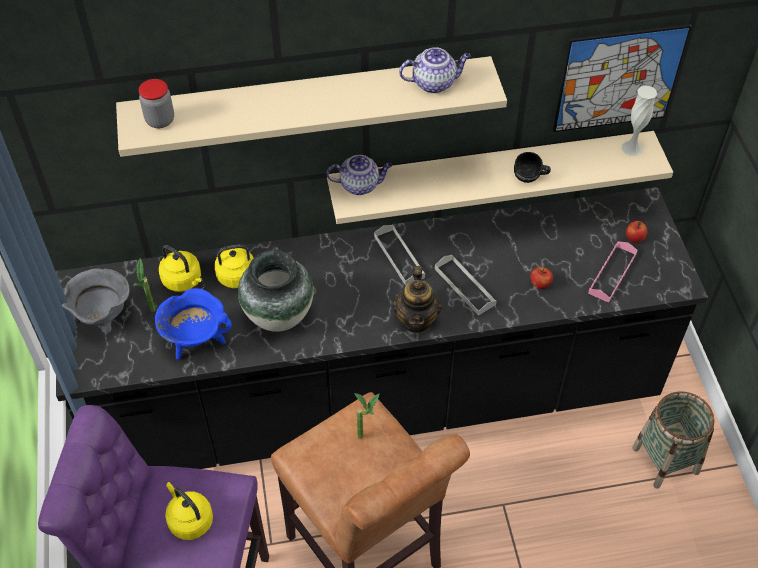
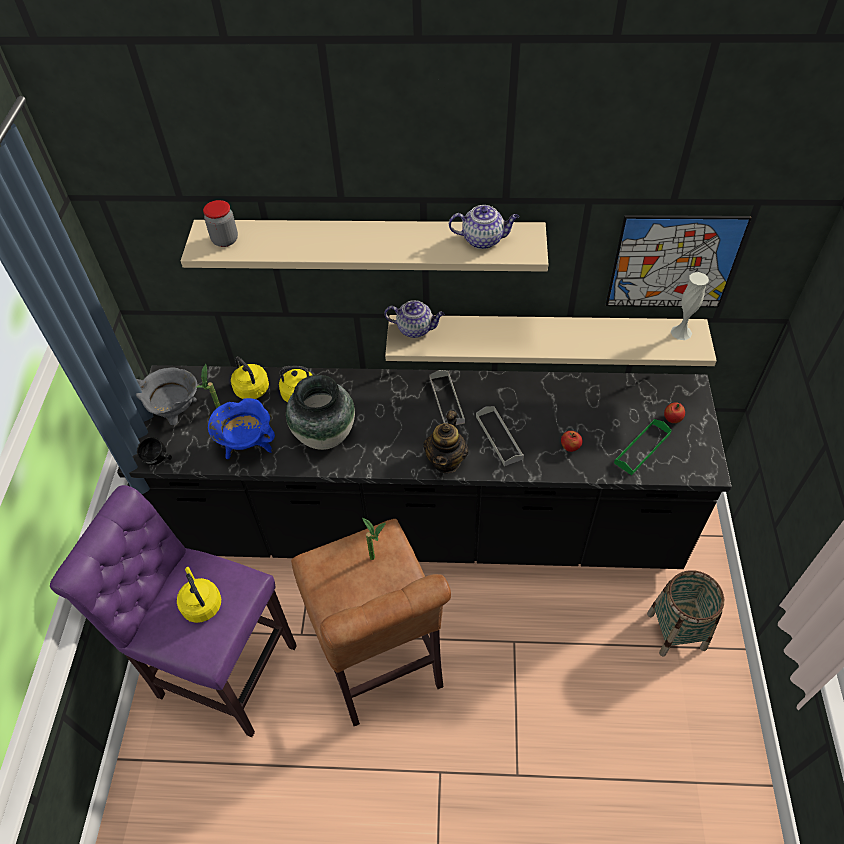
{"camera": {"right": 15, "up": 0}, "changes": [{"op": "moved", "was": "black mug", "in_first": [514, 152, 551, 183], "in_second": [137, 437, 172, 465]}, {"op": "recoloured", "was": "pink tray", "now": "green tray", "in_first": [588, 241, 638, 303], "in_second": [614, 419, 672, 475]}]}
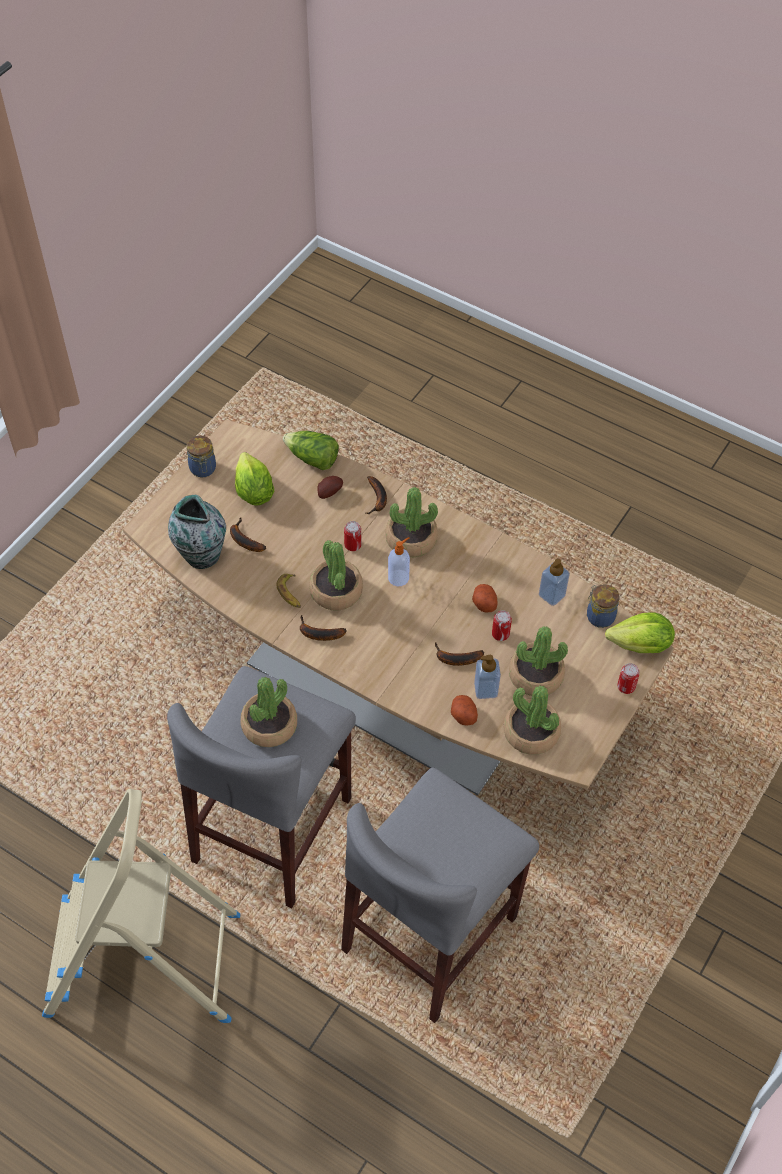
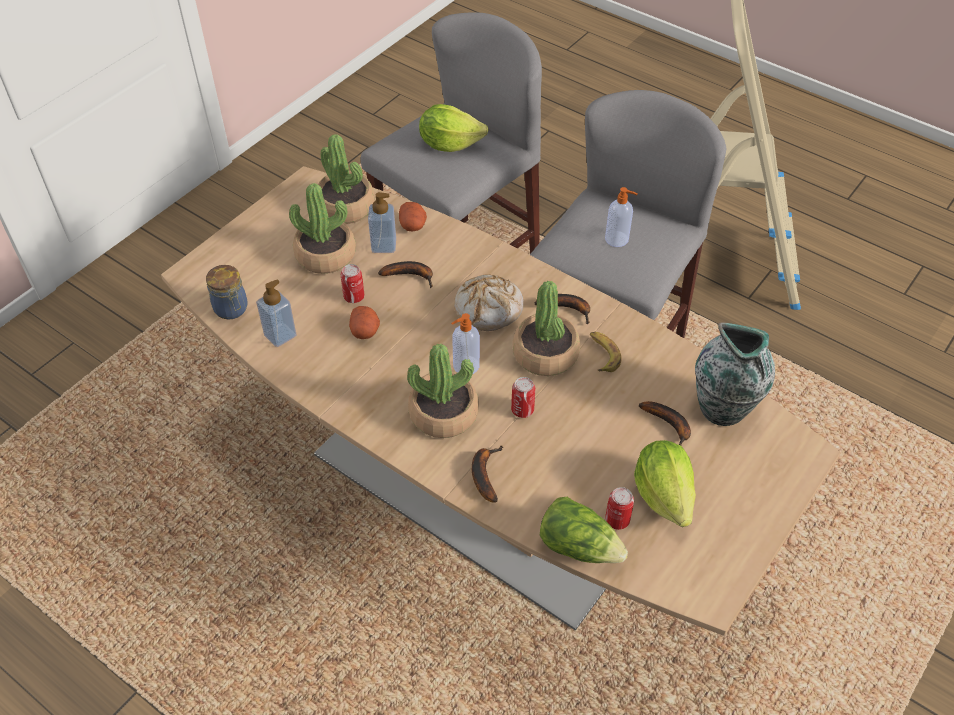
{"camera": {"right": -175, "up": -5}, "changes": [{"op": "moved", "was": "lettuce", "in_first": [605, 612, 675, 653], "in_second": [419, 104, 488, 152]}, {"op": "added", "now": "bread", "in_second": [454, 274, 524, 331]}, {"op": "replaced", "was": "potted plant", "now": "soap dispenser", "in_first": [241, 677, 297, 747], "in_second": [605, 187, 638, 247]}, {"op": "moved", "was": "can", "in_first": [617, 663, 640, 694], "in_second": [605, 487, 634, 530]}, {"op": "removed", "was": "jar", "in_first": [187, 436, 216, 477]}, {"op": "removed", "was": "potato", "in_first": [317, 476, 343, 499]}]}
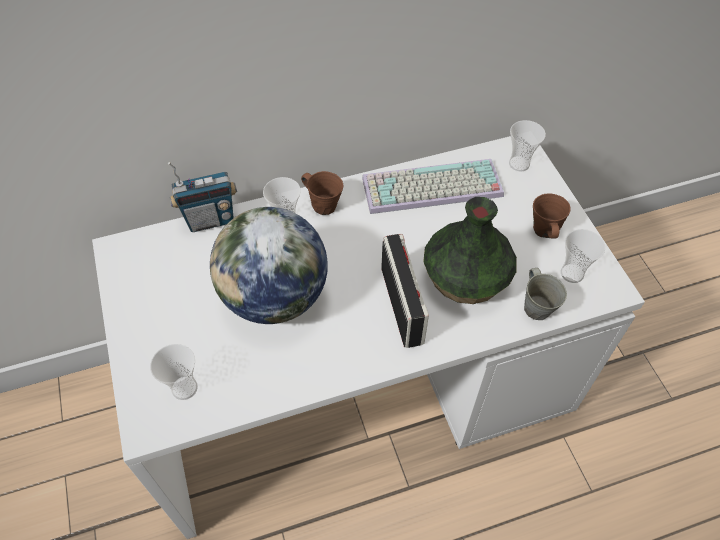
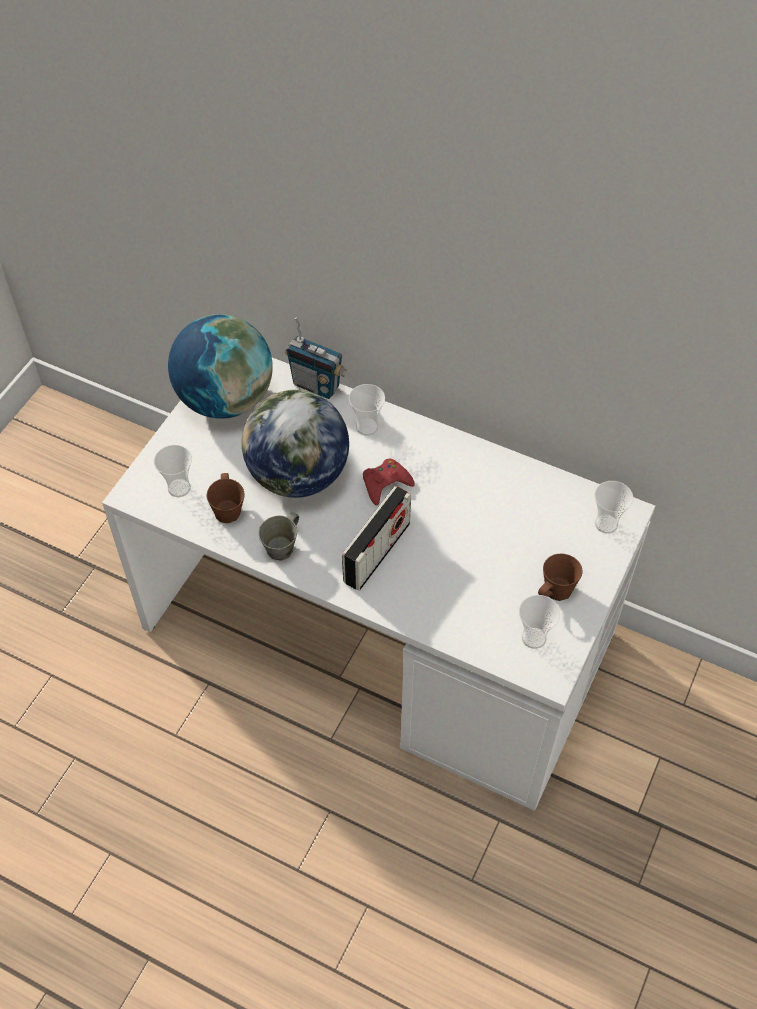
{"camera": {"right": 45, "up": 0}, "changes": [{"op": "added", "now": "globe", "in_second": [168, 314, 273, 419]}, {"op": "moved", "was": "brown mug", "in_first": [301, 171, 343, 215], "in_second": [207, 473, 244, 523]}, {"op": "moved", "was": "grey mug", "in_first": [524, 268, 567, 320], "in_second": [259, 512, 299, 561]}, {"op": "added", "now": "red game controller", "in_second": [363, 459, 415, 505]}, {"op": "removed", "was": "keyboard", "in_first": [362, 159, 504, 214]}, {"op": "removed", "was": "vase", "in_first": [423, 197, 517, 304]}]}
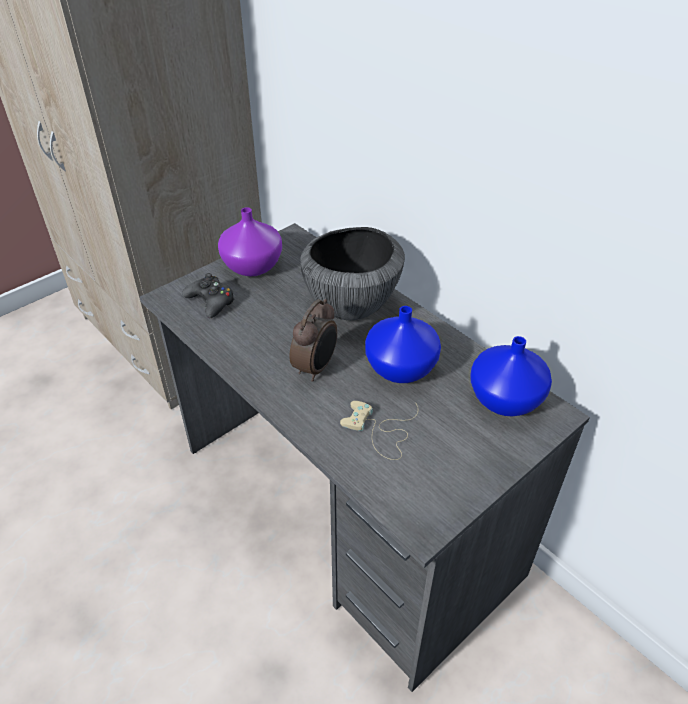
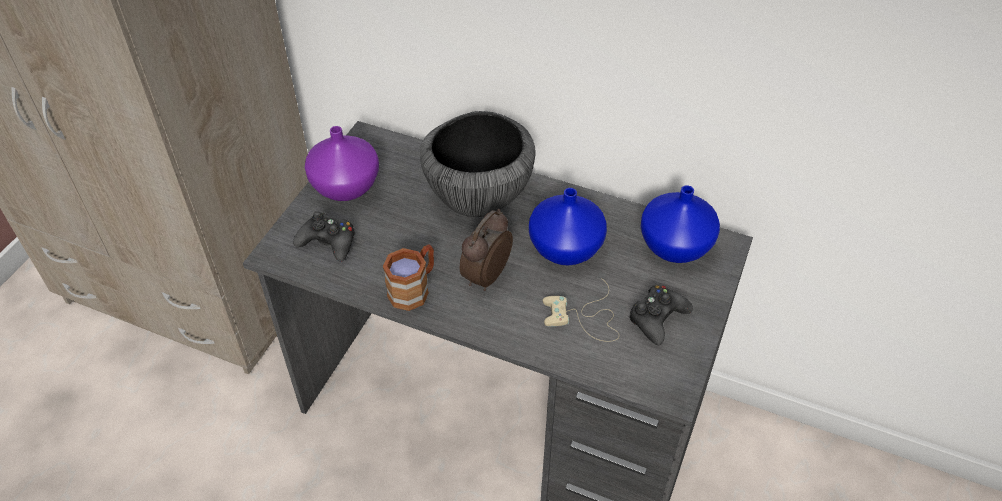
{"camera": {"right": -25, "up": 5}, "changes": [{"op": "added", "now": "brown mug", "in_second": [383, 244, 434, 311]}, {"op": "turned", "was": "alarm clock", "in_first": [289, 299, 337, 382], "in_second": [460, 209, 513, 291], "clockwise": -150}, {"op": "added", "now": "black game controller", "in_second": [629, 285, 693, 345]}]}
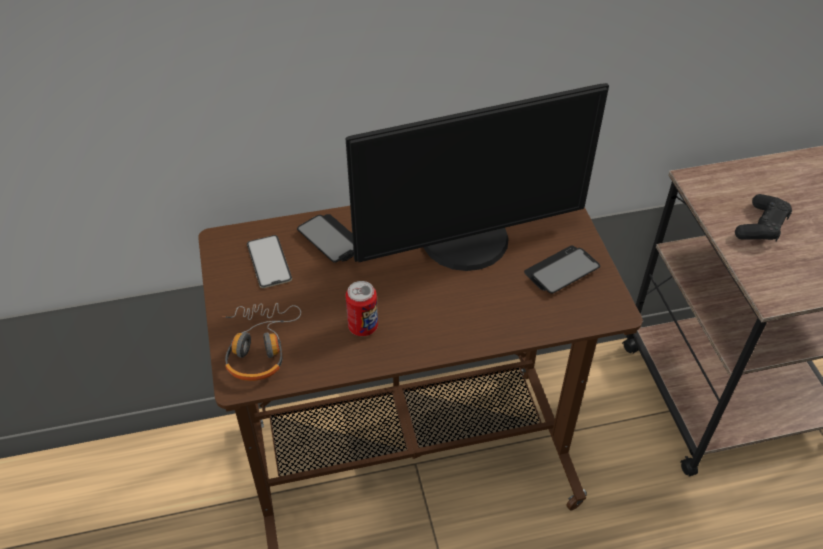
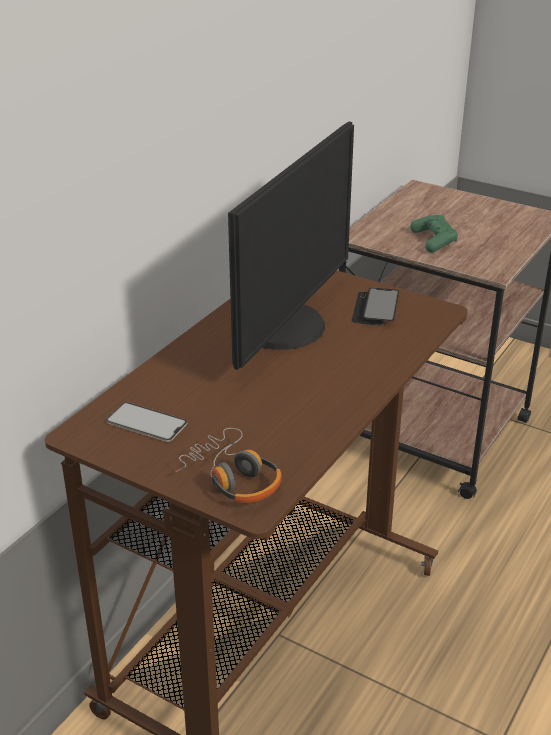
{"camera": {"right": -45, "up": -15}, "changes": [{"op": "recoloured", "was": "black game controller", "now": "green game controller", "in_first": [735, 194, 792, 242], "in_second": [410, 215, 458, 253]}, {"op": "removed", "was": "phone", "in_first": [297, 214, 354, 263]}, {"op": "removed", "was": "can", "in_first": [346, 281, 378, 336]}]}
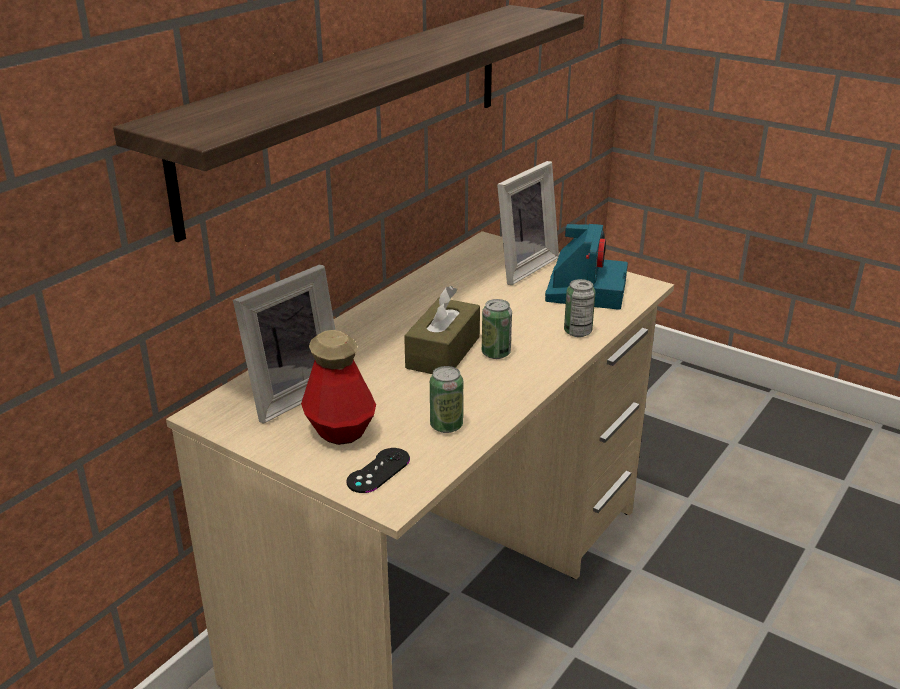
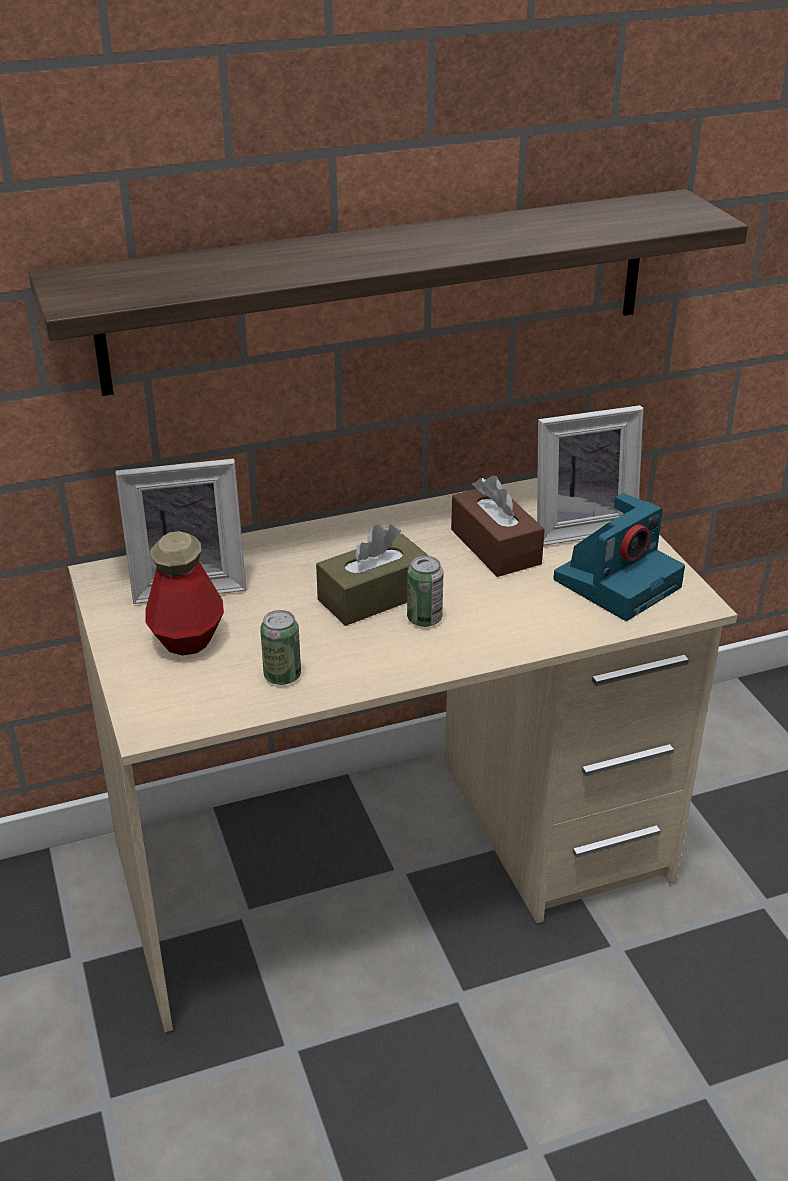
{"camera": {"right": 35, "up": 5}, "changes": [{"op": "added", "now": "brown tissue box", "in_second": [451, 475, 545, 577]}, {"op": "removed", "was": "black game controller", "in_first": [347, 448, 410, 493]}, {"op": "removed", "was": "can", "in_first": [564, 279, 596, 337]}]}
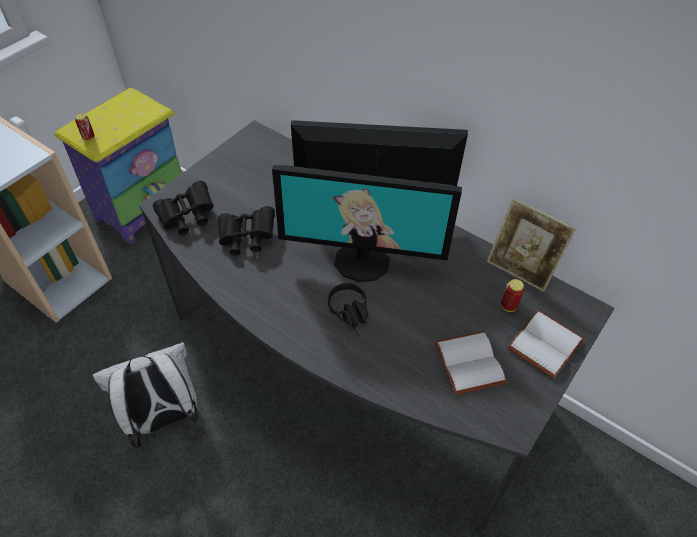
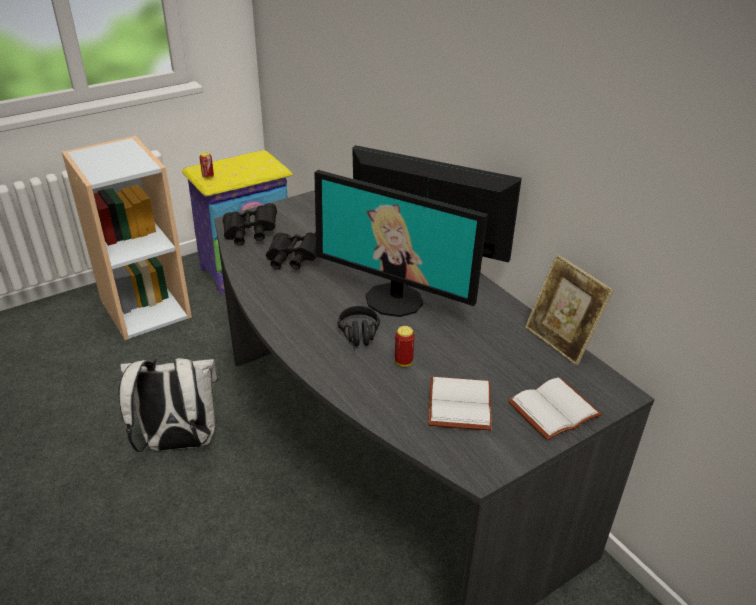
{"camera": {"right": 20, "up": -15}, "changes": [{"op": "moved", "was": "can", "in_first": [501, 279, 524, 312], "in_second": [395, 326, 415, 367]}]}
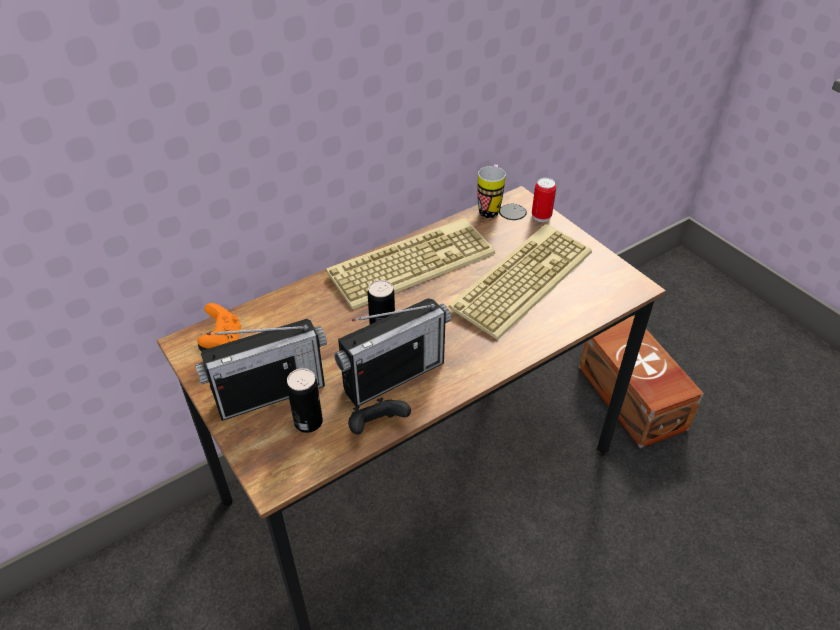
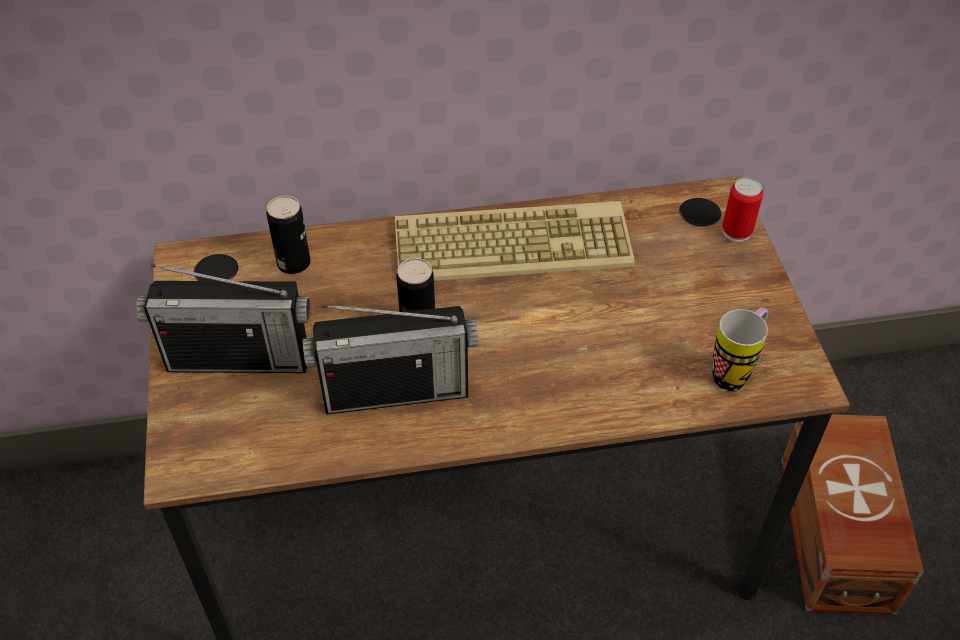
{"camera": {"right": 25, "up": 5}, "changes": [{"op": "moved", "was": "can", "in_first": [287, 368, 323, 433], "in_second": [266, 195, 311, 274]}, {"op": "moved", "was": "mug", "in_first": [477, 165, 506, 218], "in_second": [712, 307, 768, 391]}, {"op": "removed", "was": "orange game controller", "in_first": [197, 303, 241, 349]}, {"op": "removed", "was": "black game controller", "in_first": [348, 398, 411, 434]}, {"op": "removed", "was": "keyboard", "in_first": [449, 224, 592, 340]}]}
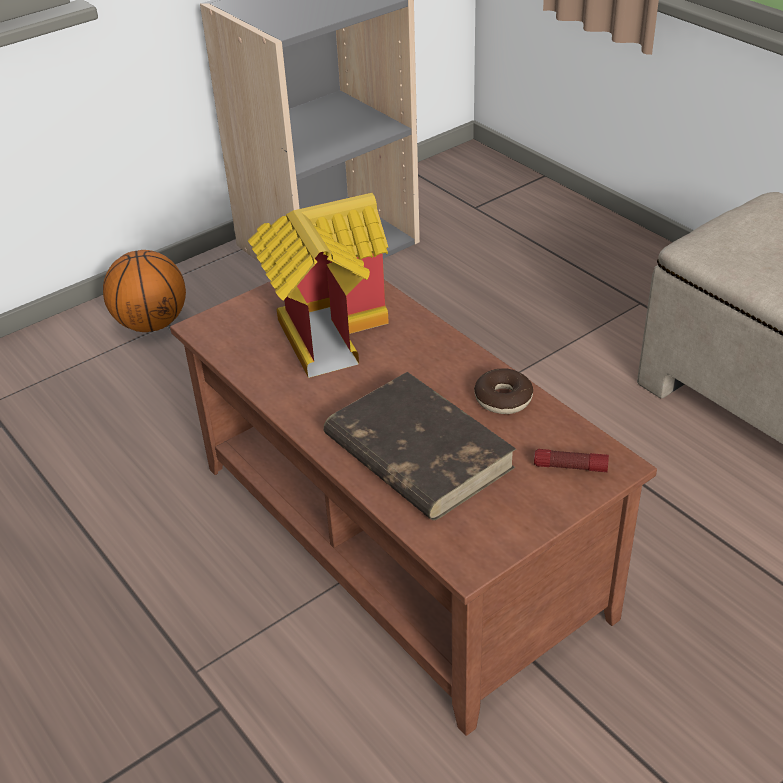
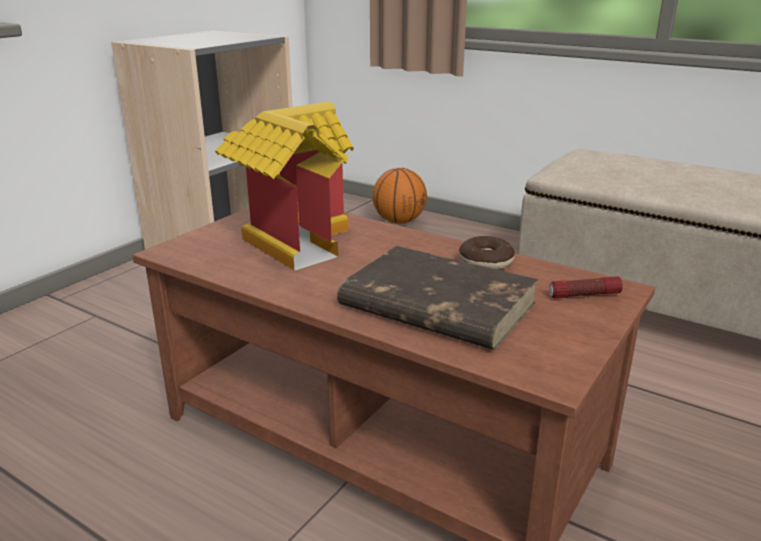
{"camera": {"right": -20, "up": -15}, "changes": [{"op": "moved", "was": "basketball", "in_first": [103, 250, 186, 332], "in_second": [372, 168, 427, 224]}]}
